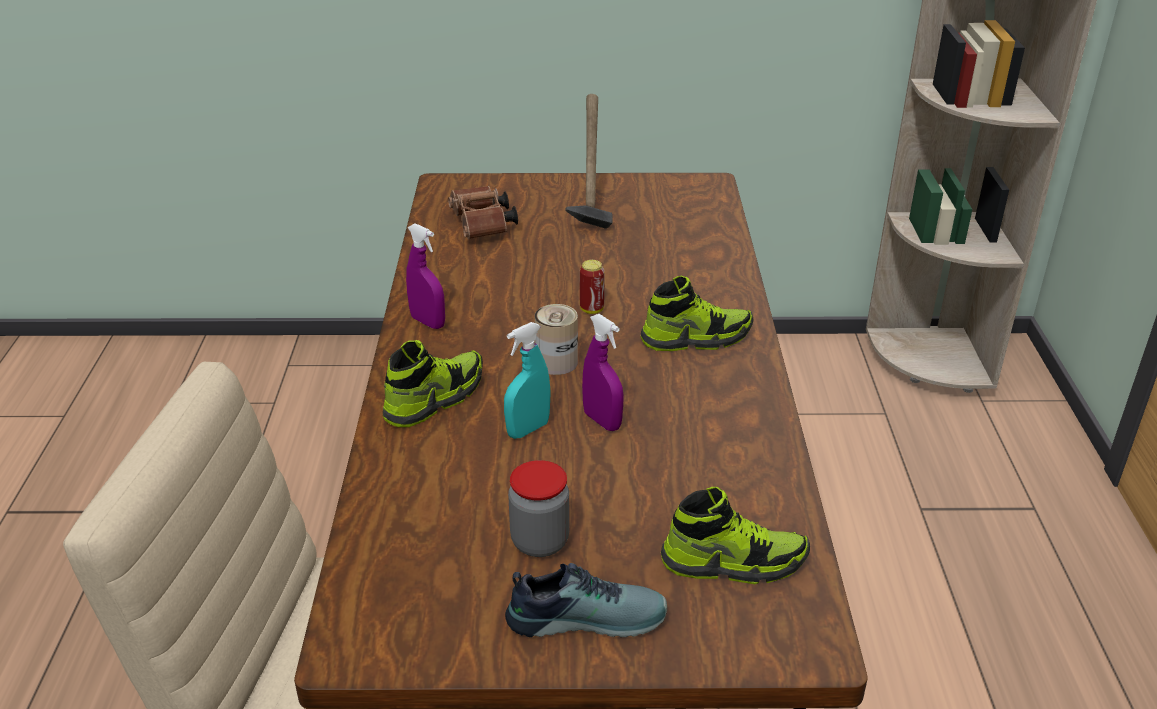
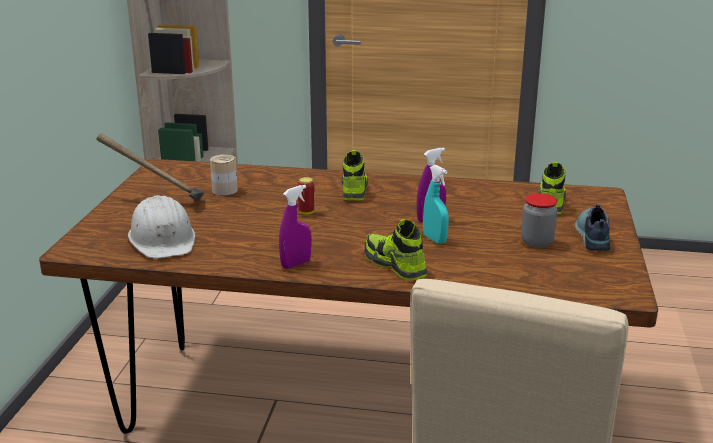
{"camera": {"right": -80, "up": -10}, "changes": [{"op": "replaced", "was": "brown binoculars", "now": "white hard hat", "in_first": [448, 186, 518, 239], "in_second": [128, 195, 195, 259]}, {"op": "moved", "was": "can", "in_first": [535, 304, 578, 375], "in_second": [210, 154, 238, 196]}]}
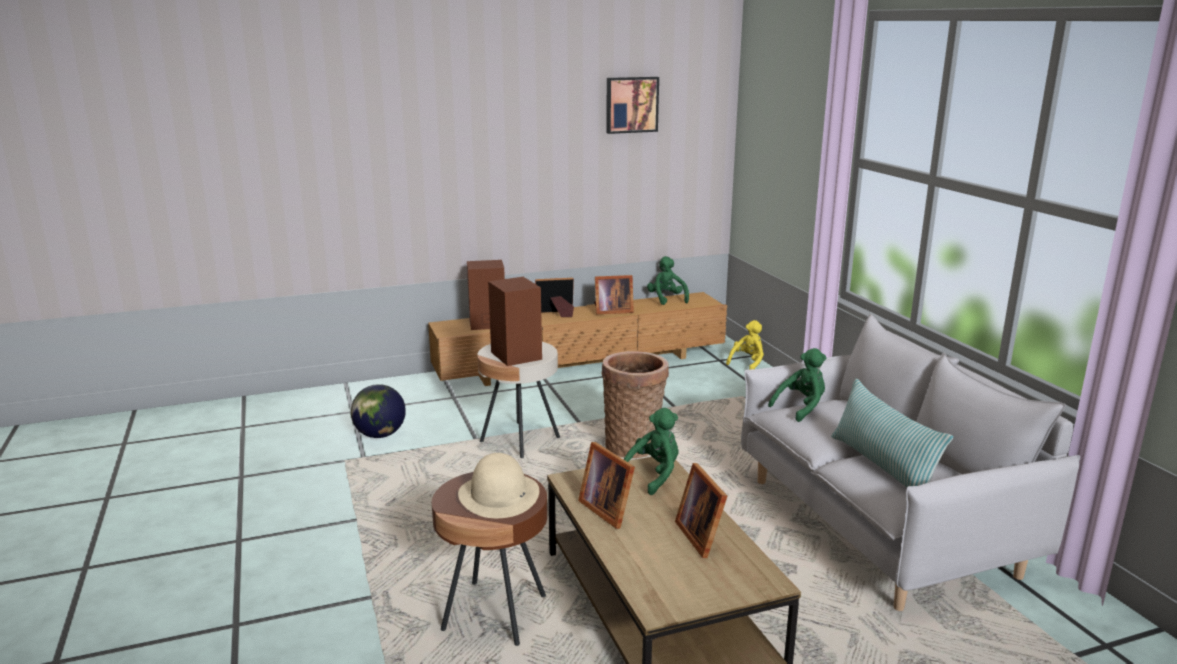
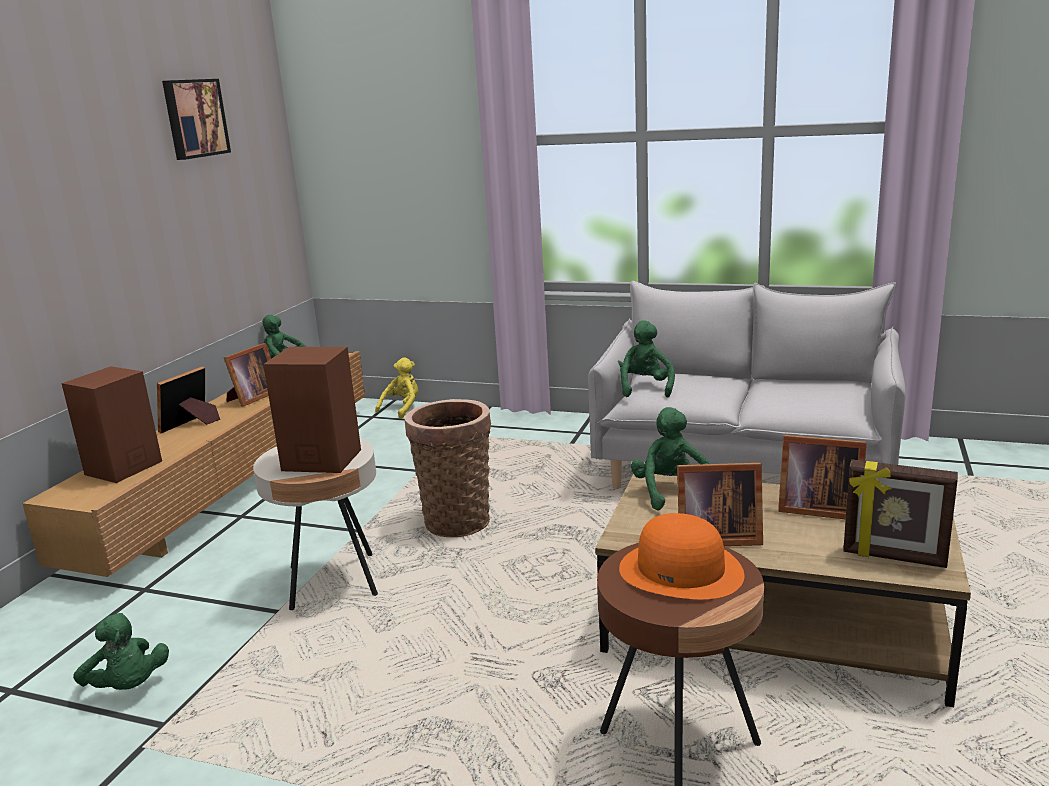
{"camera": {"right": -50, "up": 0}, "changes": [{"op": "replaced", "was": "globe", "now": "green plush toy", "in_first": [351, 384, 406, 438], "in_second": [73, 613, 169, 690]}, {"op": "turned", "was": "yellow plush toy", "in_first": [726, 320, 764, 370], "in_second": [375, 357, 419, 419], "clockwise": 45}, {"op": "recoloured", "was": "beige hat", "now": "orange hat", "in_first": [458, 453, 539, 518], "in_second": [619, 513, 745, 599]}, {"op": "added", "now": "picture frame", "in_second": [843, 460, 958, 568]}, {"op": "removed", "was": "pillow", "in_first": [831, 379, 953, 487]}]}
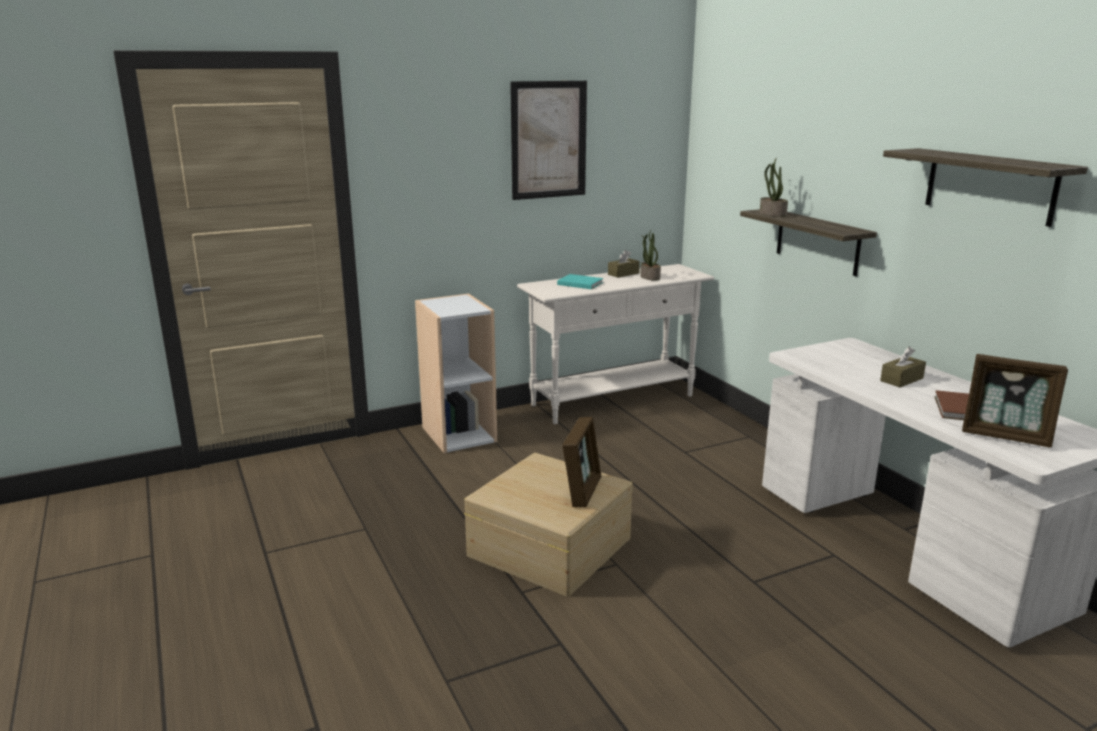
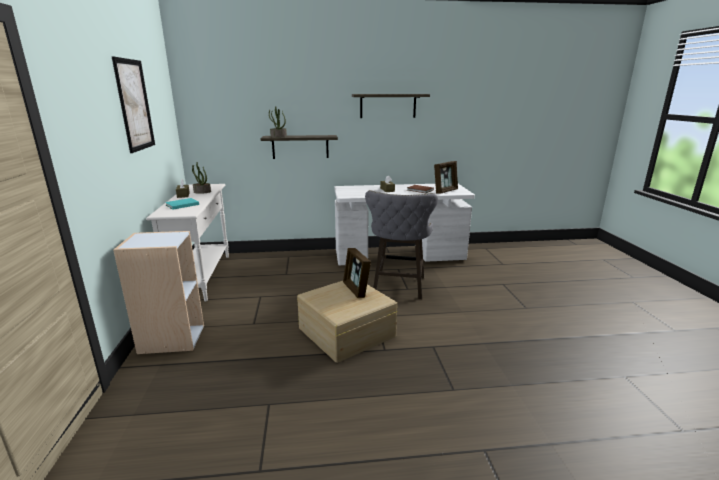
{"camera": {"right": -70, "up": 0}, "changes": [{"op": "turned", "was": "picture frame", "in_first": [562, 417, 601, 507], "in_second": [343, 248, 371, 298], "clockwise": -150}, {"op": "added", "now": "grey stool", "in_second": [365, 190, 438, 299]}]}
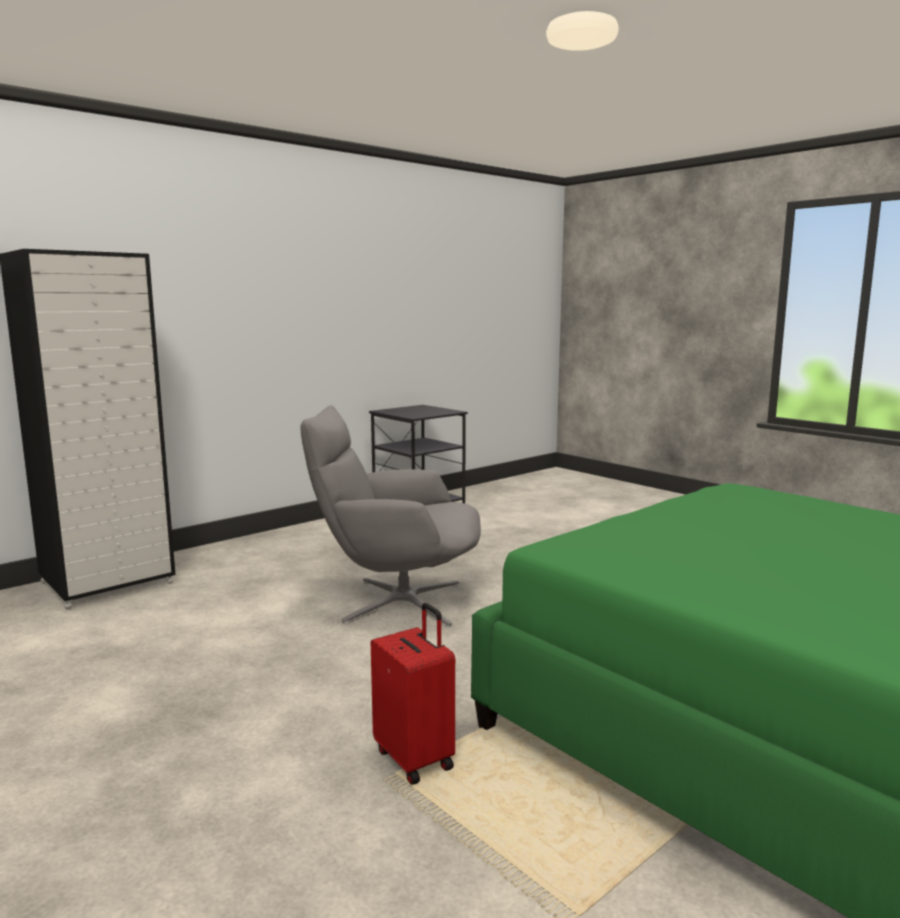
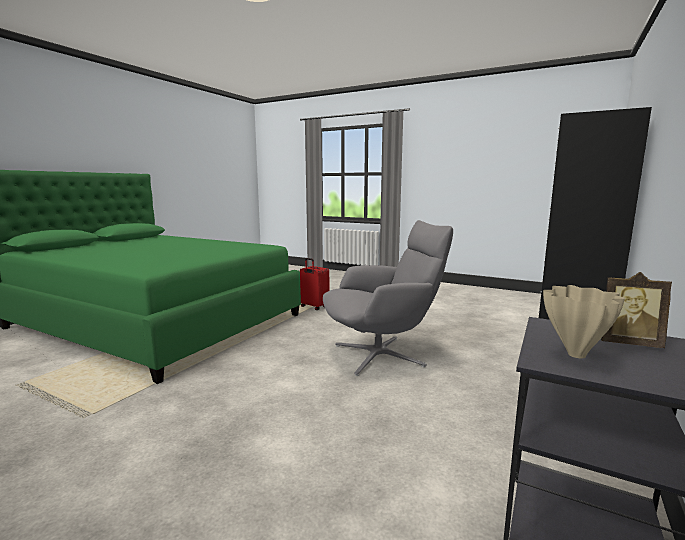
{"camera": {"right": 160, "up": 0}, "changes": [{"op": "added", "now": "beige vase", "in_second": [543, 285, 625, 358]}, {"op": "added", "now": "picture frame", "in_second": [601, 272, 672, 348]}]}
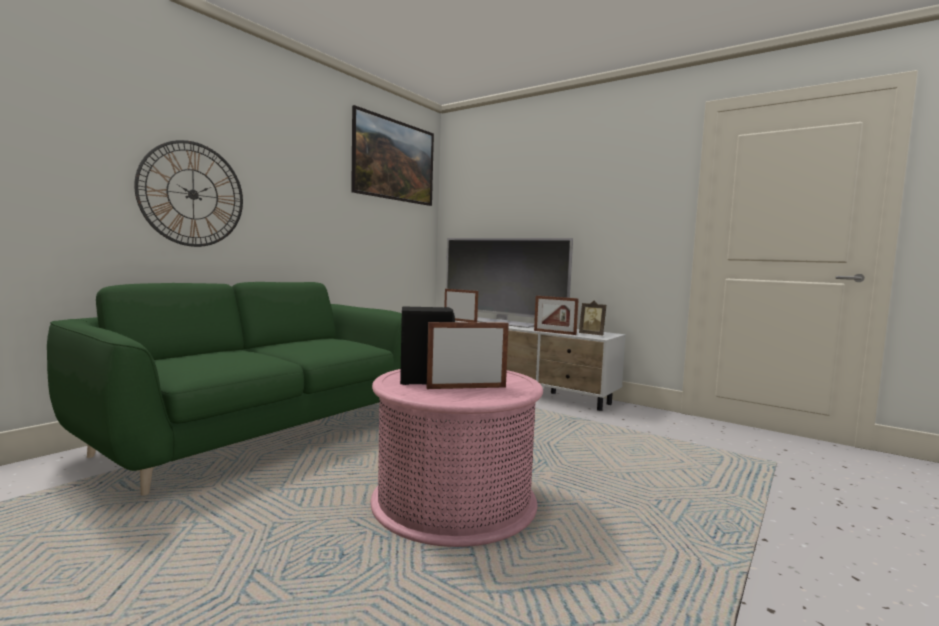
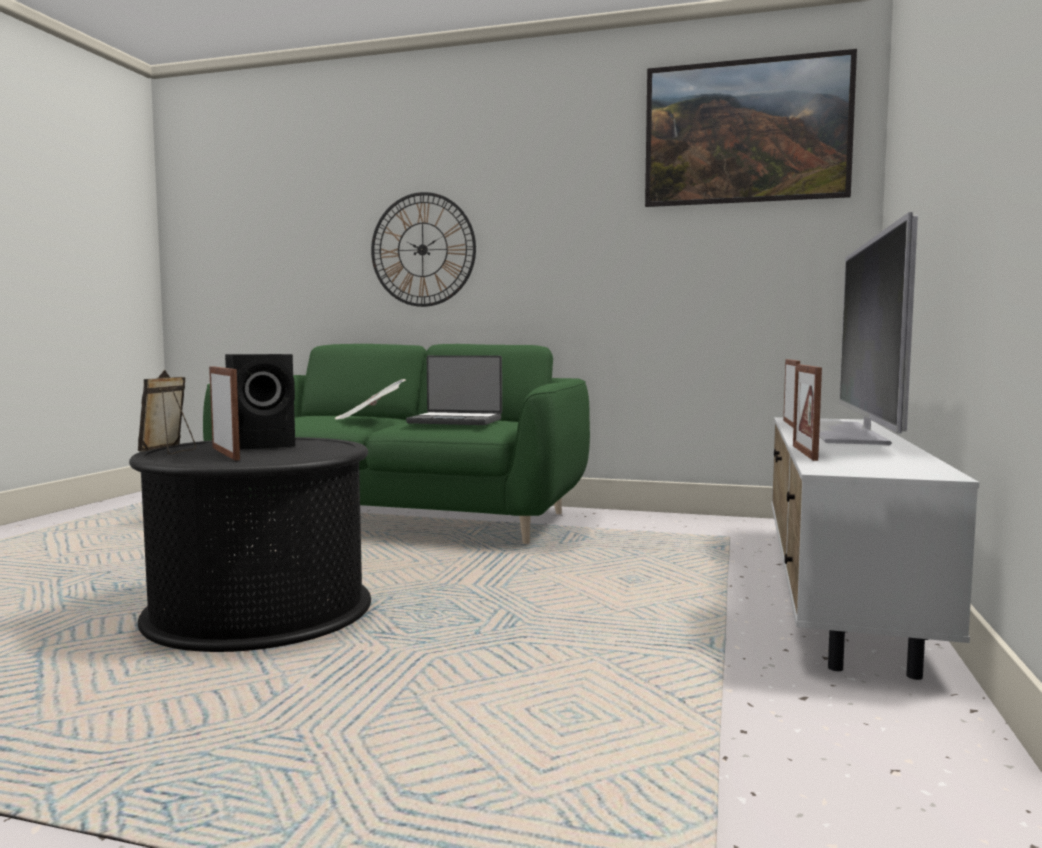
{"camera": {"right": 70, "up": 0}, "changes": [{"op": "recoloured", "was": "pink coffee table", "now": "black coffee table", "in_first": [370, 369, 543, 547], "in_second": [129, 437, 371, 652]}, {"op": "moved", "was": "picture frame", "in_first": [579, 301, 606, 335], "in_second": [138, 370, 196, 454]}, {"op": "added", "now": "newspaper", "in_second": [334, 379, 406, 420]}, {"op": "added", "now": "laptop", "in_second": [406, 355, 502, 425]}]}
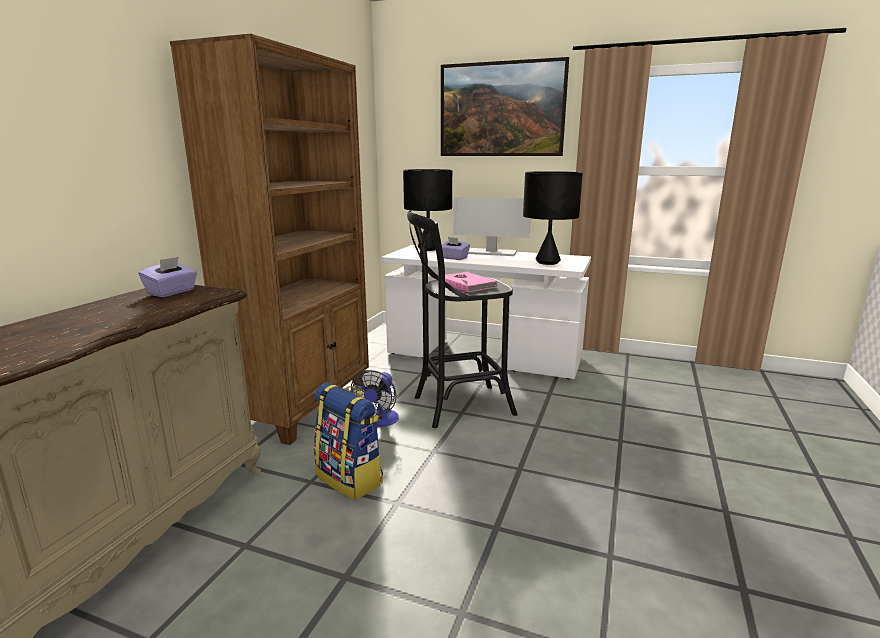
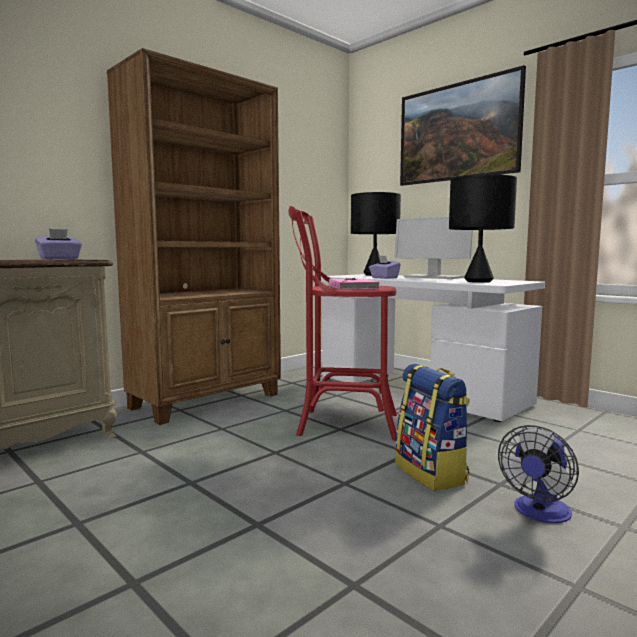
{"camera": {"right": 25, "up": -10}, "changes": [{"op": "recoloured", "was": "black stool", "now": "red stool", "in_first": [407, 210, 518, 428], "in_second": [288, 206, 397, 441]}, {"op": "moved", "was": "backpack", "in_first": [314, 383, 383, 500], "in_second": [395, 364, 470, 491]}, {"op": "moved", "was": "fan", "in_first": [351, 370, 399, 427], "in_second": [498, 425, 579, 523]}]}
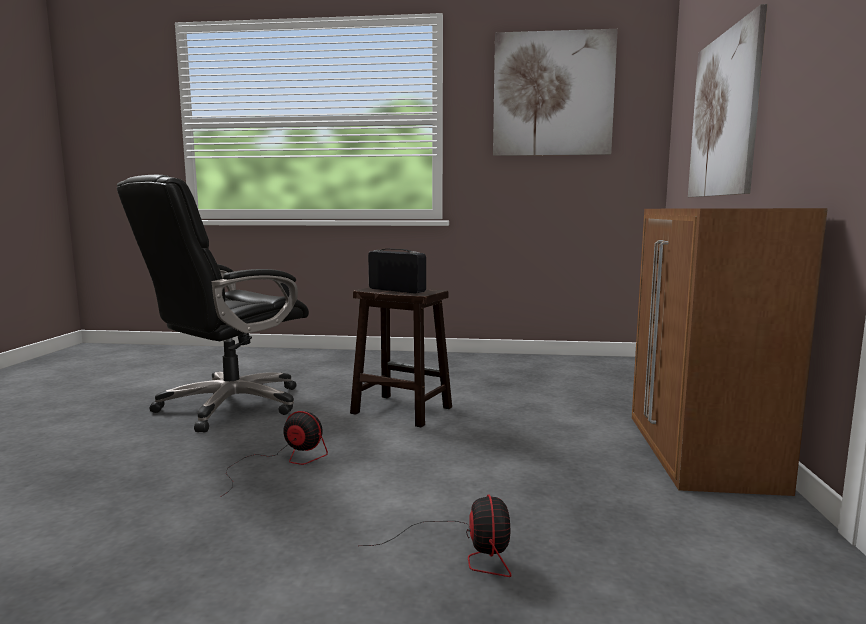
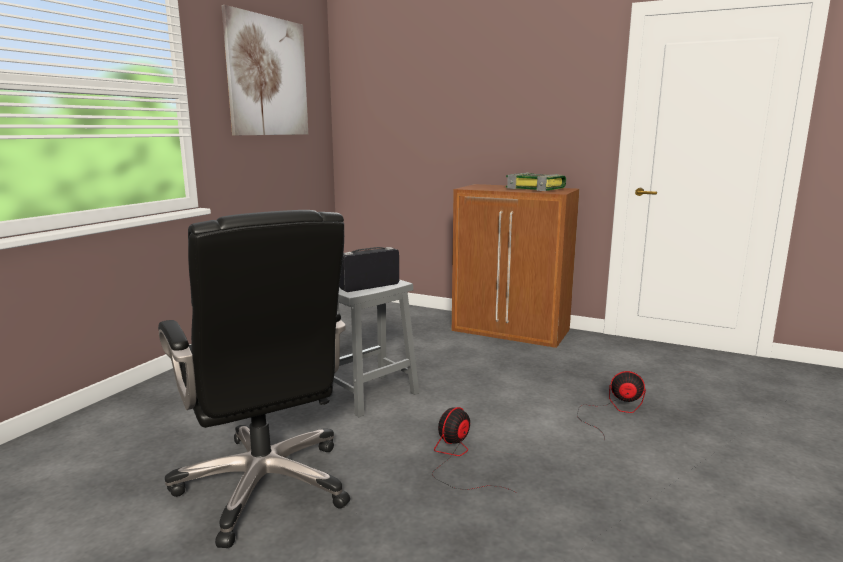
{"camera": {"right": -70, "up": 5}, "changes": [{"op": "recoloured", "was": "brown stool", "now": "grey stool", "in_first": [350, 287, 452, 428], "in_second": [327, 279, 419, 417]}, {"op": "added", "now": "book", "in_second": [506, 172, 566, 191]}, {"op": "removed", "was": "picture", "in_first": [688, 4, 767, 197]}]}
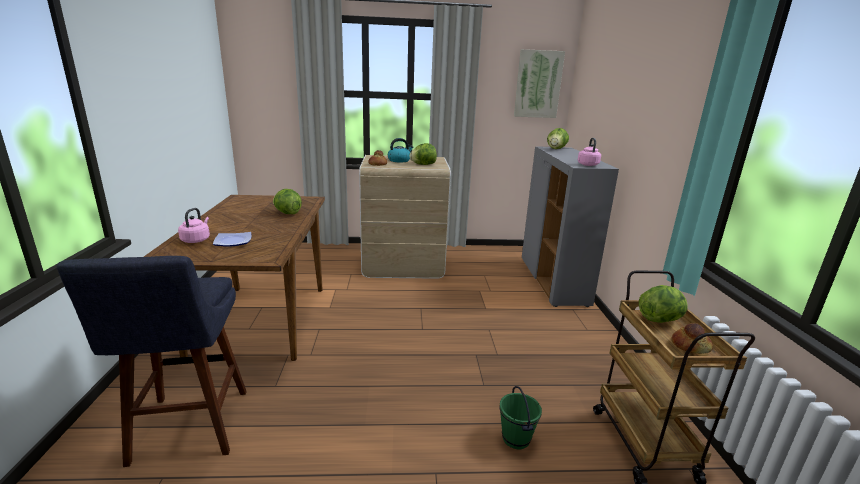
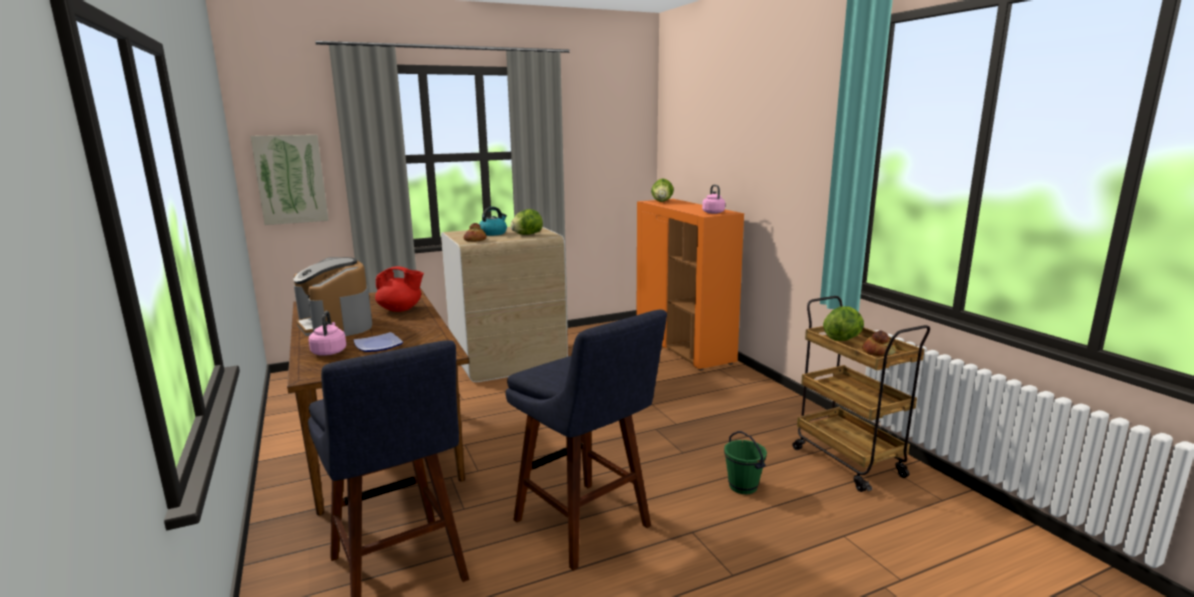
{"camera": {"right": -20, "up": -5}, "changes": [{"op": "moved", "was": "picture", "in_first": [514, 49, 565, 118], "in_second": [250, 135, 329, 225]}, {"op": "added", "now": "coffee machine", "in_second": [293, 257, 372, 336]}, {"op": "replaced", "was": "lettuce", "now": "red teapot", "in_first": [273, 189, 302, 214], "in_second": [375, 266, 424, 312]}, {"op": "added", "now": "blue stool", "in_second": [506, 310, 667, 571]}, {"op": "recoloured", "was": "grey cabinet", "now": "orange cabinet", "in_first": [522, 146, 619, 307], "in_second": [636, 199, 744, 370]}]}
